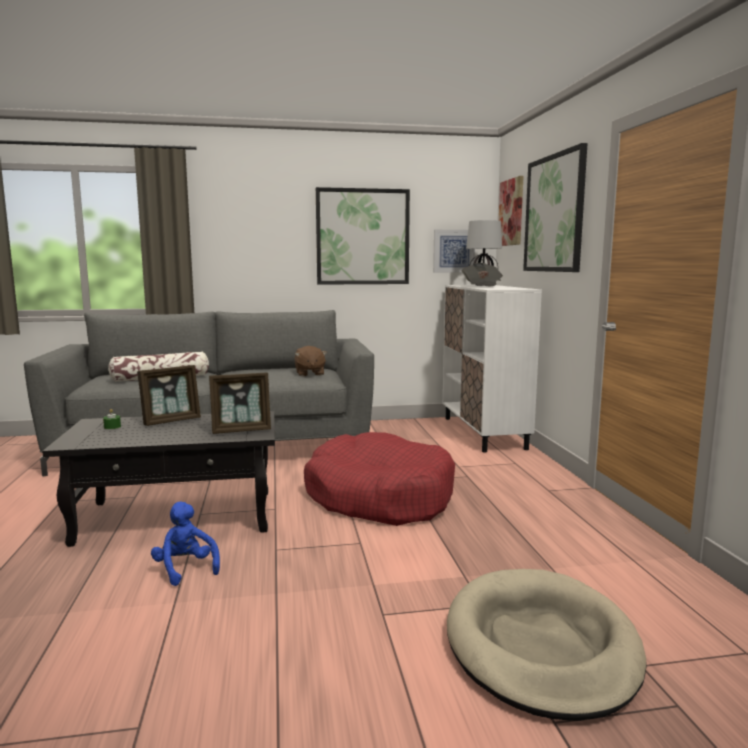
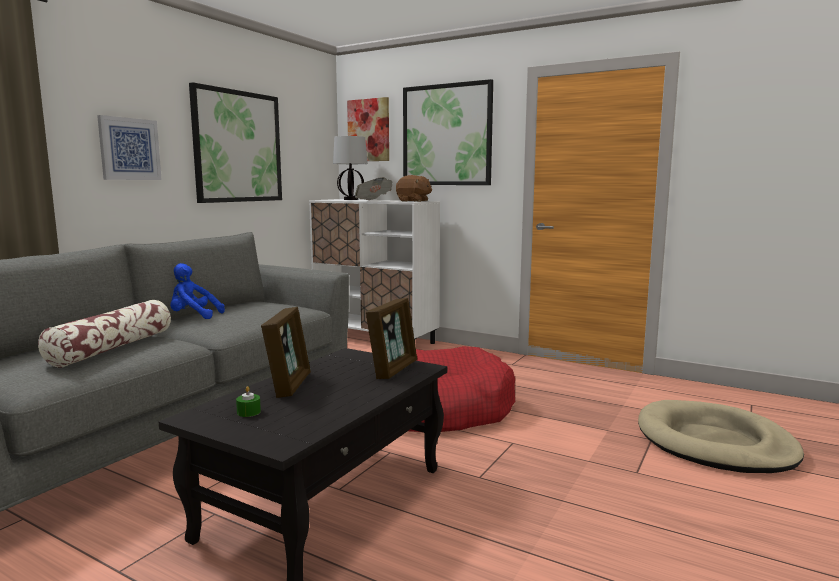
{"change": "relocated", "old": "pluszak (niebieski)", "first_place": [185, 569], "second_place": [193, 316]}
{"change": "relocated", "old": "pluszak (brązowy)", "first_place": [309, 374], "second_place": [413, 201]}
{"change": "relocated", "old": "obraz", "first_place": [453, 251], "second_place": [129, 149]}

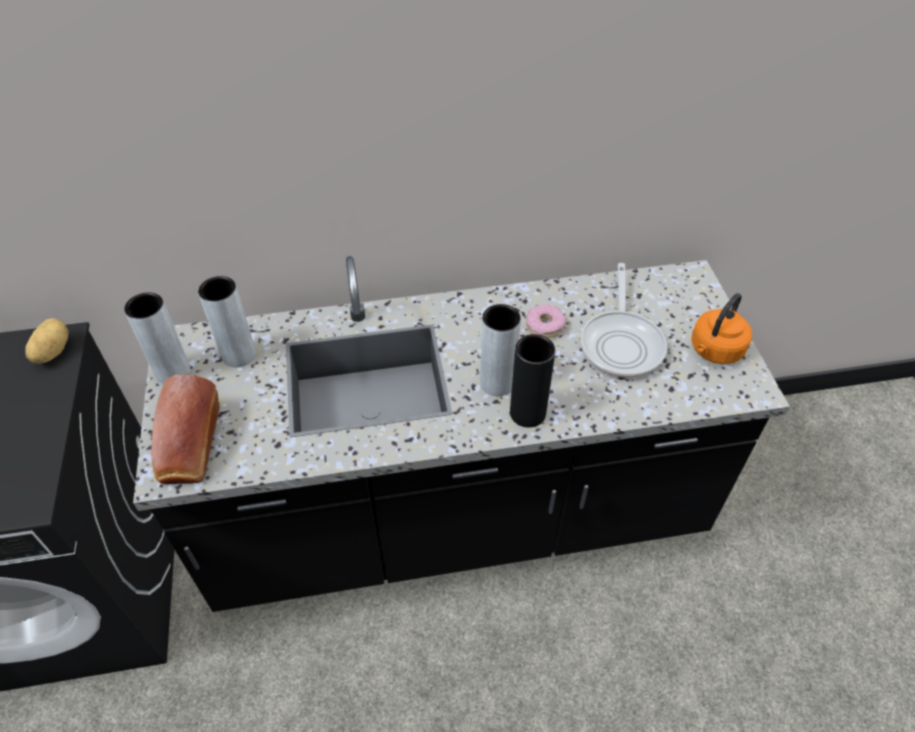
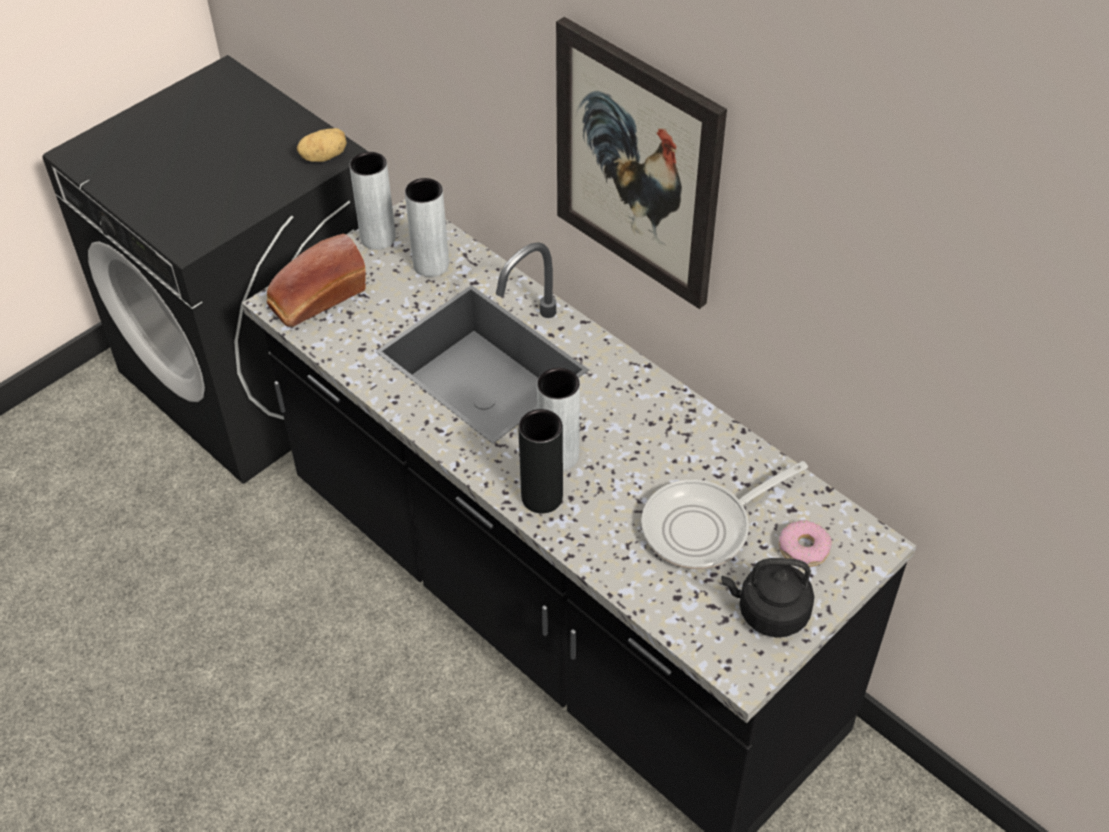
{"change": "appeared", "new": "obraz", "second_place": [637, 164]}
{"change": "relocated", "old": "donut", "first_place": [545, 326], "second_place": [803, 549]}
{"change": "colour", "old": "czajnik (pomarańczowy)", "new": "czajnik (czarny)", "first_place": [714, 351], "second_place": [769, 612]}

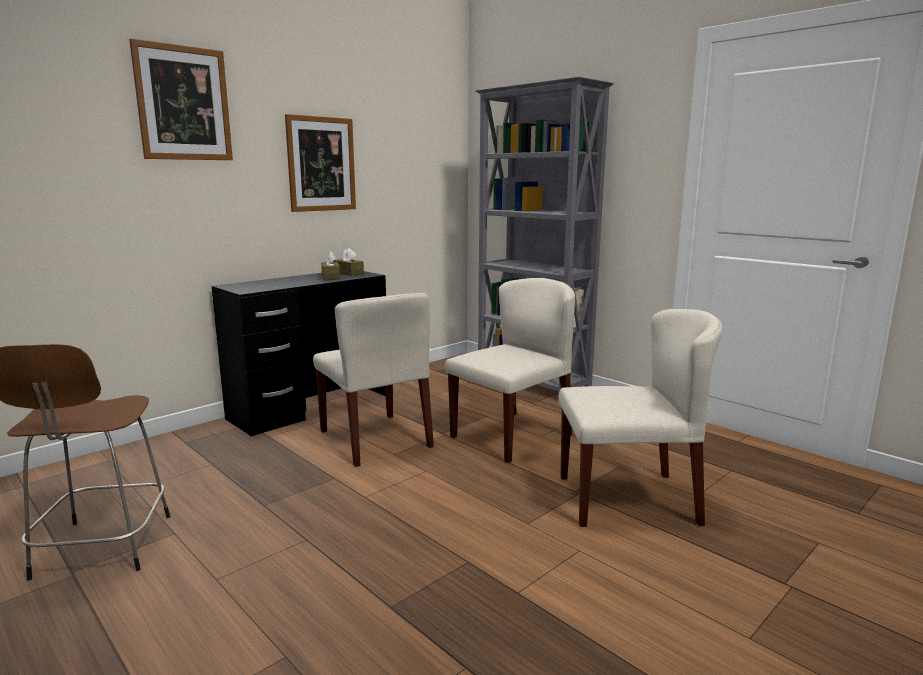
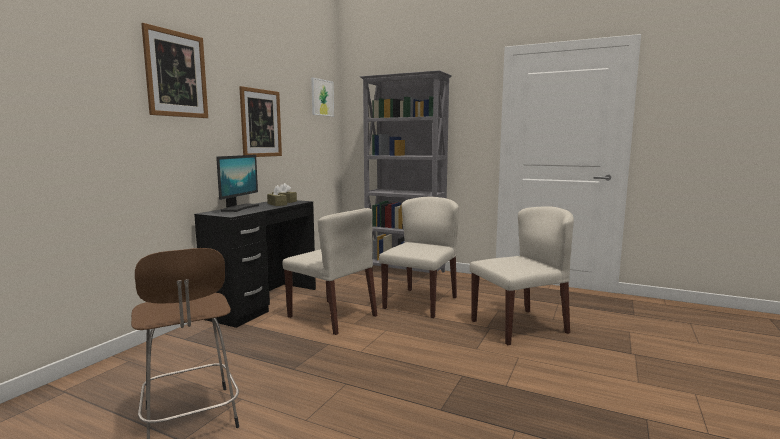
{"change": "appeared", "new": "monitor", "second_place": [239, 208]}
{"change": "appeared", "new": "obraz", "second_place": [322, 97]}

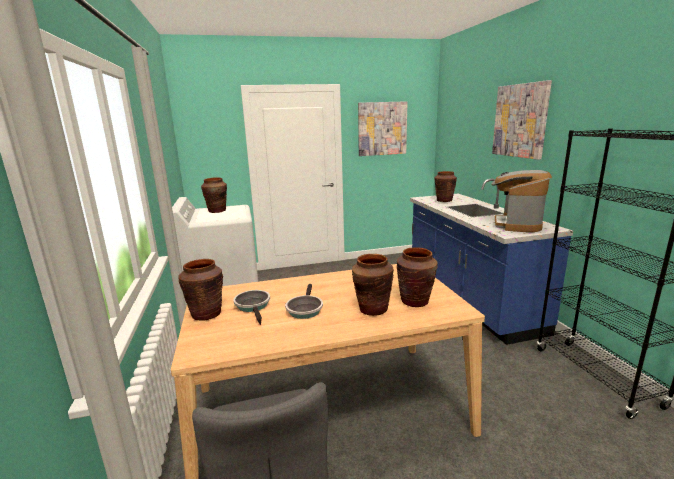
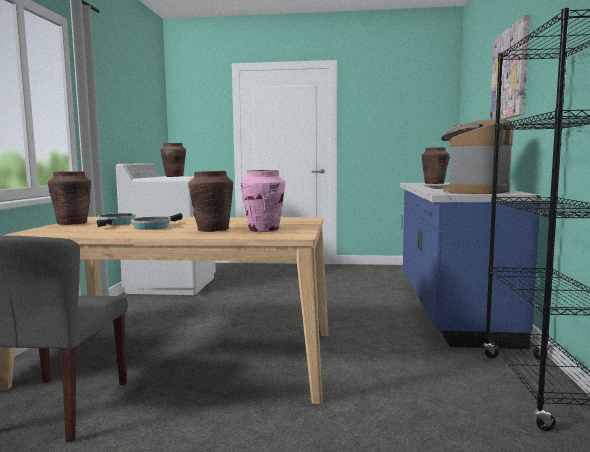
{"change": "missing", "old": "obraz", "first_place": [382, 128]}
{"change": "colour", "old": "wazon (brązowy)", "new": "wazon (różowy)", "first_place": [415, 301], "second_place": [264, 230]}

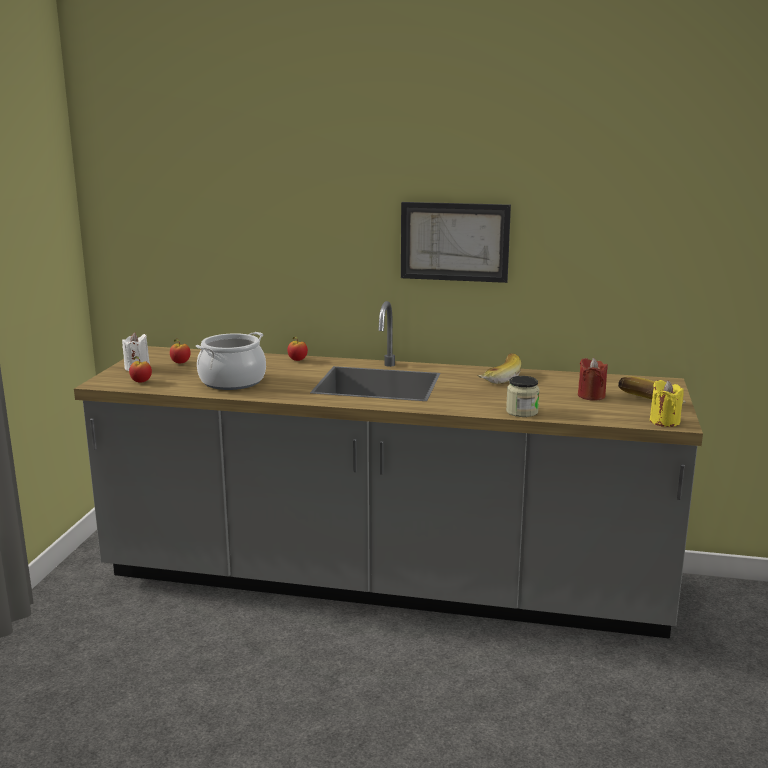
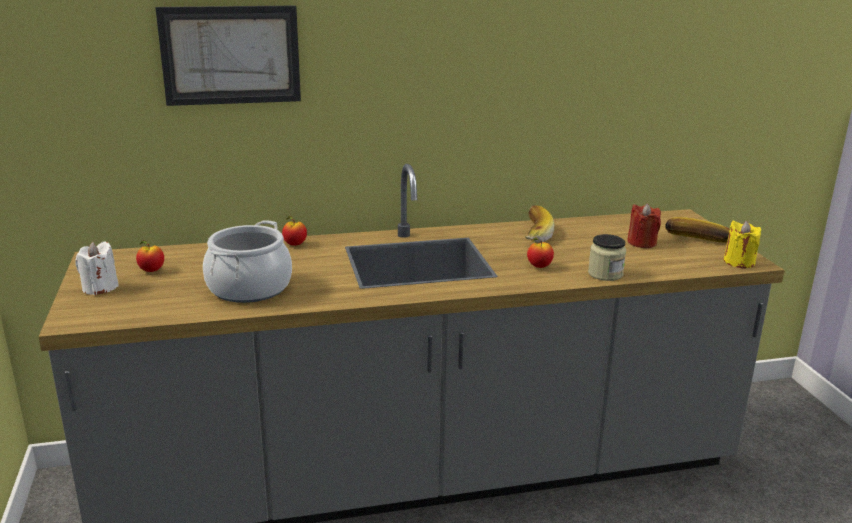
{"change": "relocated", "old": "jabłko", "first_place": [141, 382], "second_place": [539, 266]}
{"change": "relocated", "old": "obraz", "first_place": [454, 241], "second_place": [231, 55]}

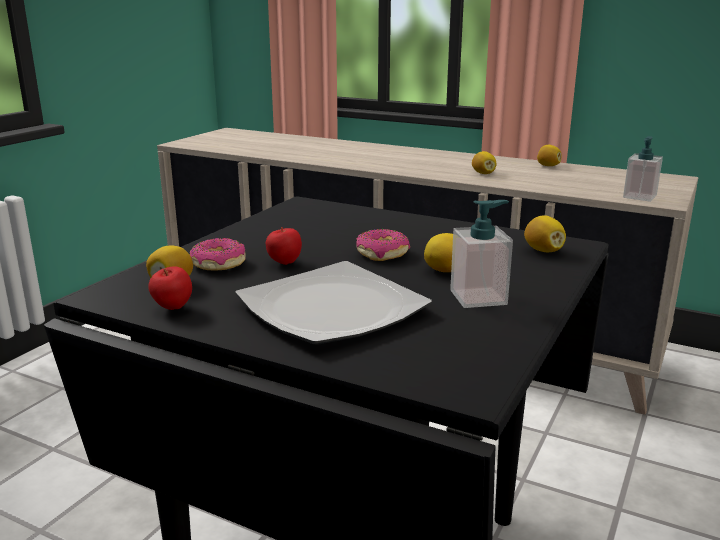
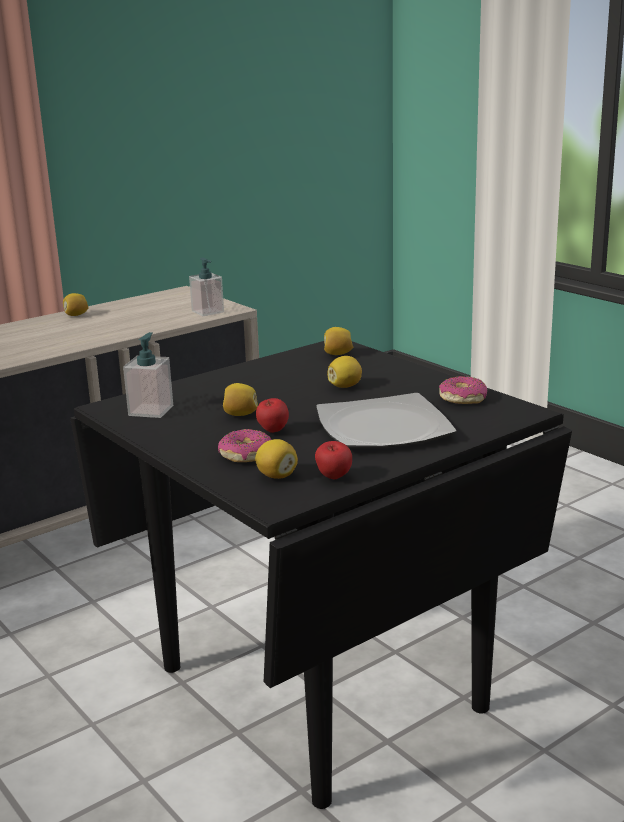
{"change": "relocated", "old": "donut", "first_place": [382, 253], "second_place": [462, 398]}
{"change": "relocated", "old": "dozownik mydła", "first_place": [478, 297], "second_place": [151, 410]}
{"change": "relocated", "old": "cytryna", "first_place": [483, 173], "second_place": [240, 415]}

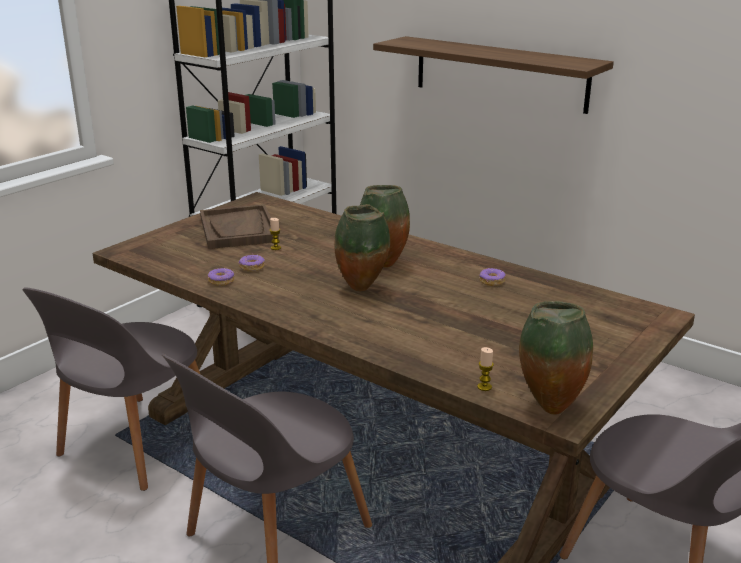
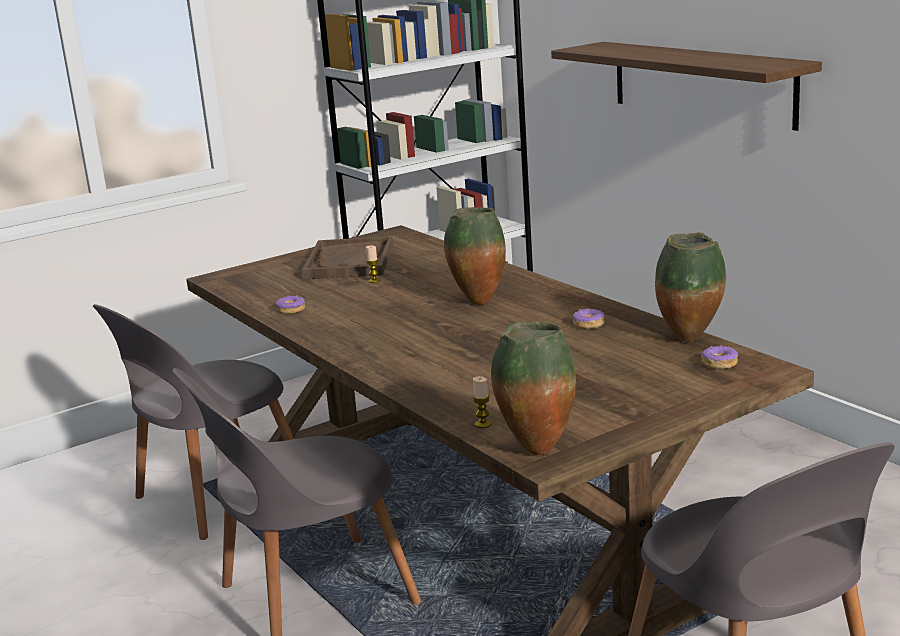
{"change": "relocated", "old": "donut", "first_place": [252, 267], "second_place": [719, 364]}
{"change": "relocated", "old": "wazon", "first_place": [362, 289], "second_place": [691, 339]}

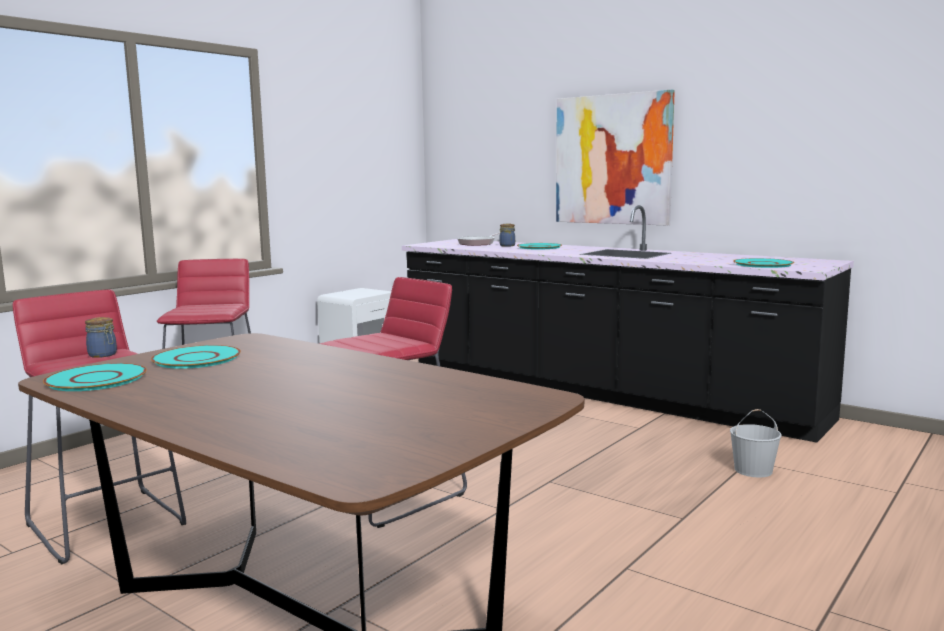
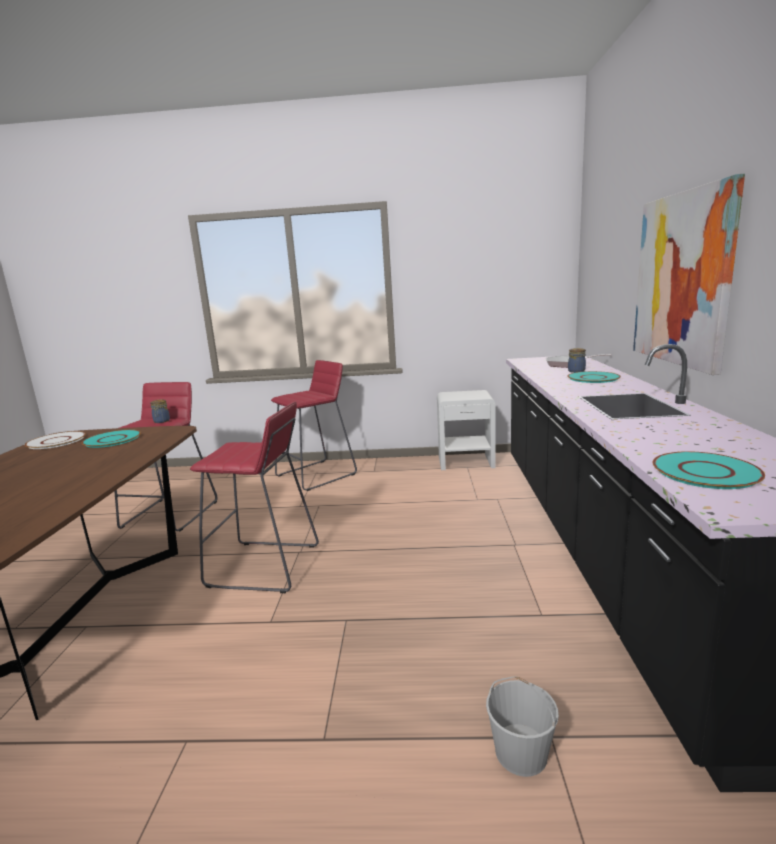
{"change": "colour", "old": "talerz (turkusowy)", "new": "talerz (biały)", "first_place": [97, 379], "second_place": [57, 441]}

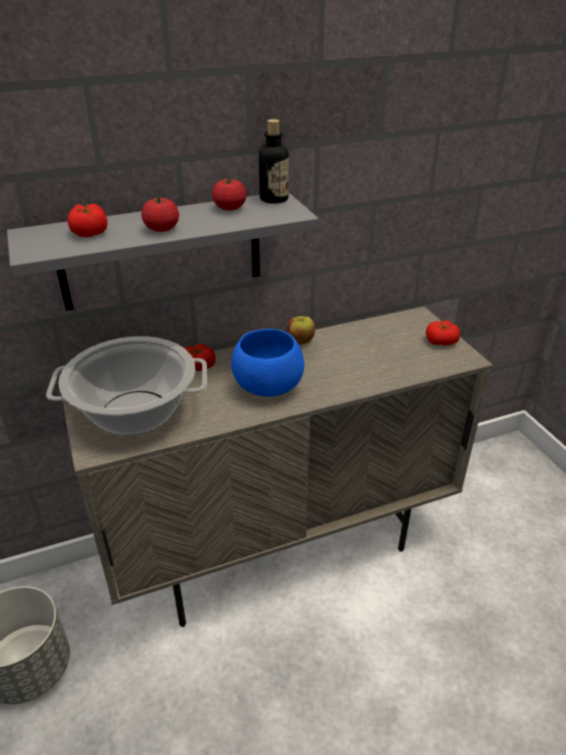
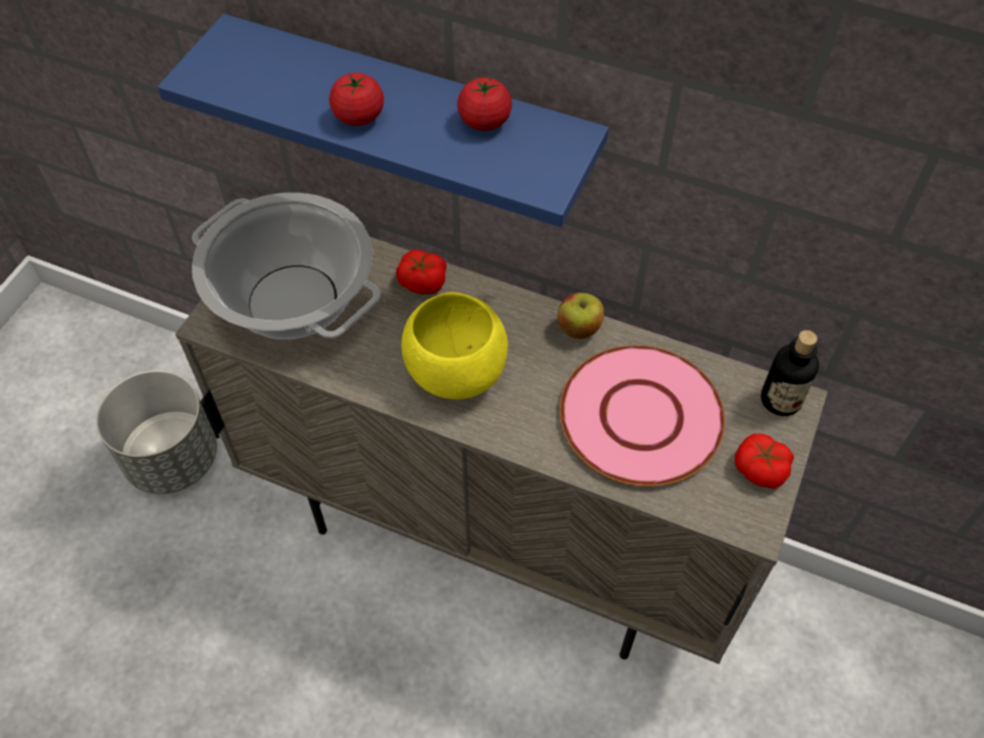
{"change": "missing", "old": "pomidor", "first_place": [89, 232]}
{"change": "appeared", "new": "talerz (różowy)", "second_place": [641, 415]}
{"change": "relocated", "old": "butelka", "first_place": [274, 199], "second_place": [780, 400]}
{"change": "colour", "old": "półka (szary)", "new": "półka (niebieski)", "first_place": [162, 251], "second_place": [411, 120]}
{"change": "colour", "old": "miska (niebieski)", "new": "miska (żółty)", "first_place": [268, 387], "second_place": [456, 371]}

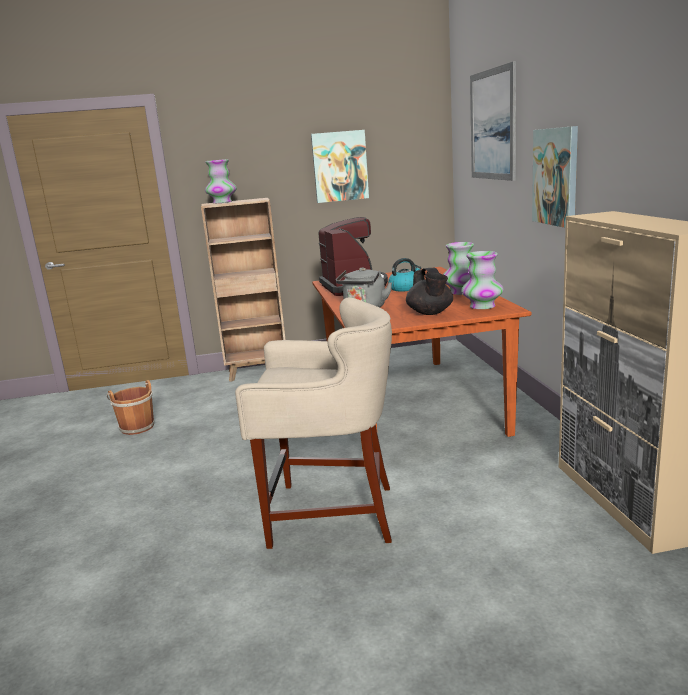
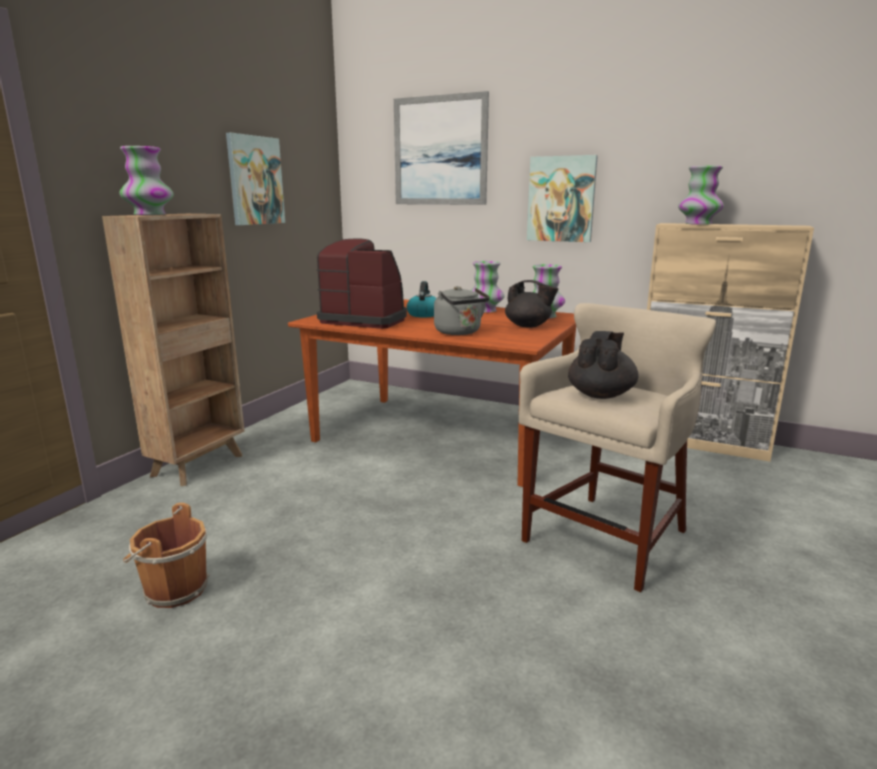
{"change": "appeared", "new": "imbryk (czarny)", "second_place": [600, 394]}
{"change": "appeared", "new": "wazon", "second_place": [698, 224]}

